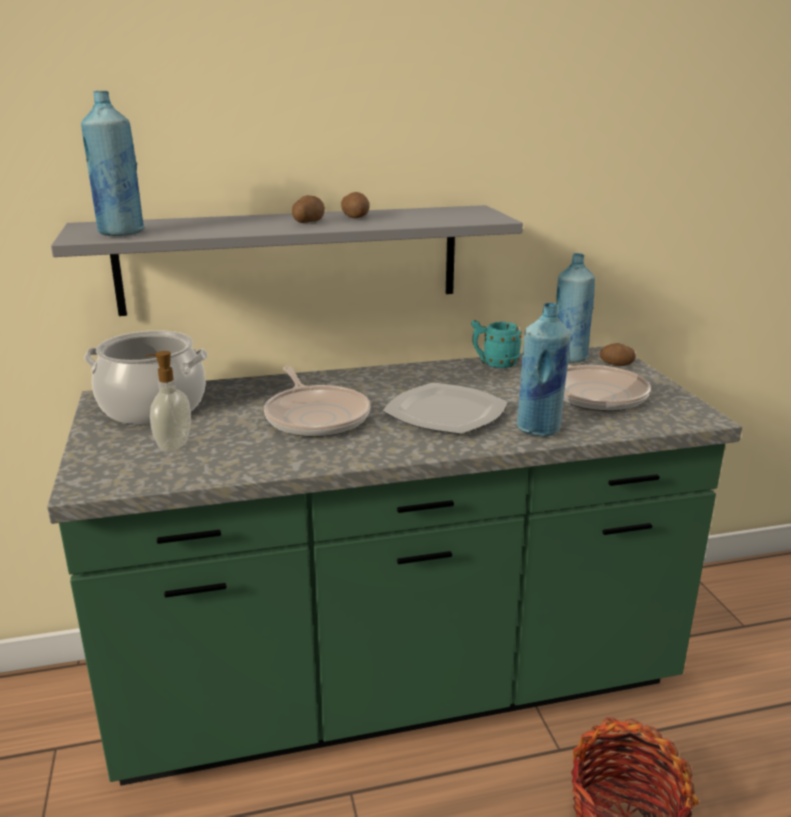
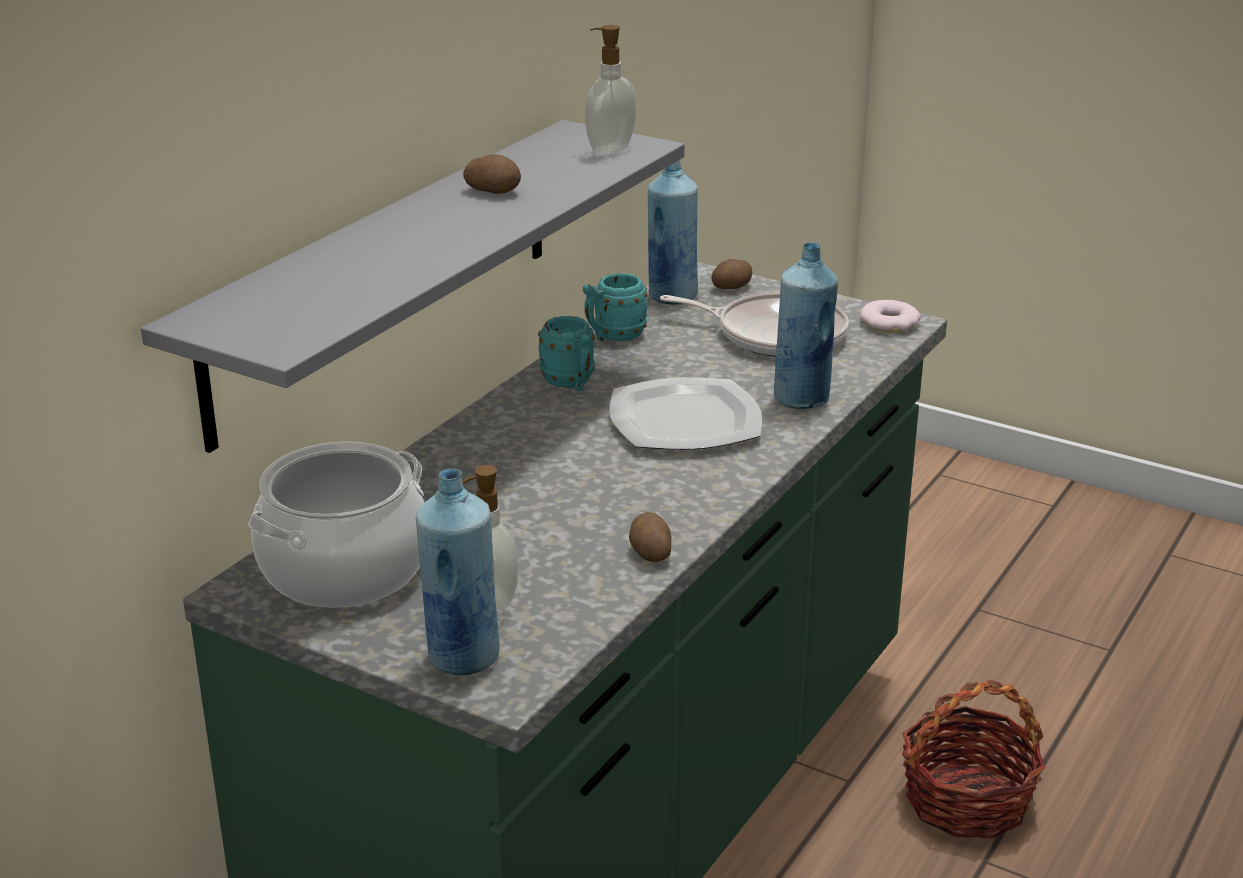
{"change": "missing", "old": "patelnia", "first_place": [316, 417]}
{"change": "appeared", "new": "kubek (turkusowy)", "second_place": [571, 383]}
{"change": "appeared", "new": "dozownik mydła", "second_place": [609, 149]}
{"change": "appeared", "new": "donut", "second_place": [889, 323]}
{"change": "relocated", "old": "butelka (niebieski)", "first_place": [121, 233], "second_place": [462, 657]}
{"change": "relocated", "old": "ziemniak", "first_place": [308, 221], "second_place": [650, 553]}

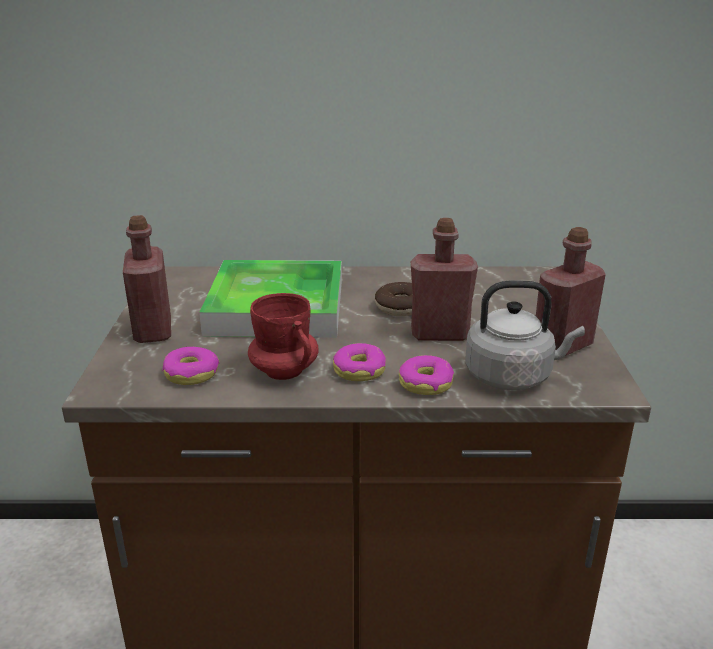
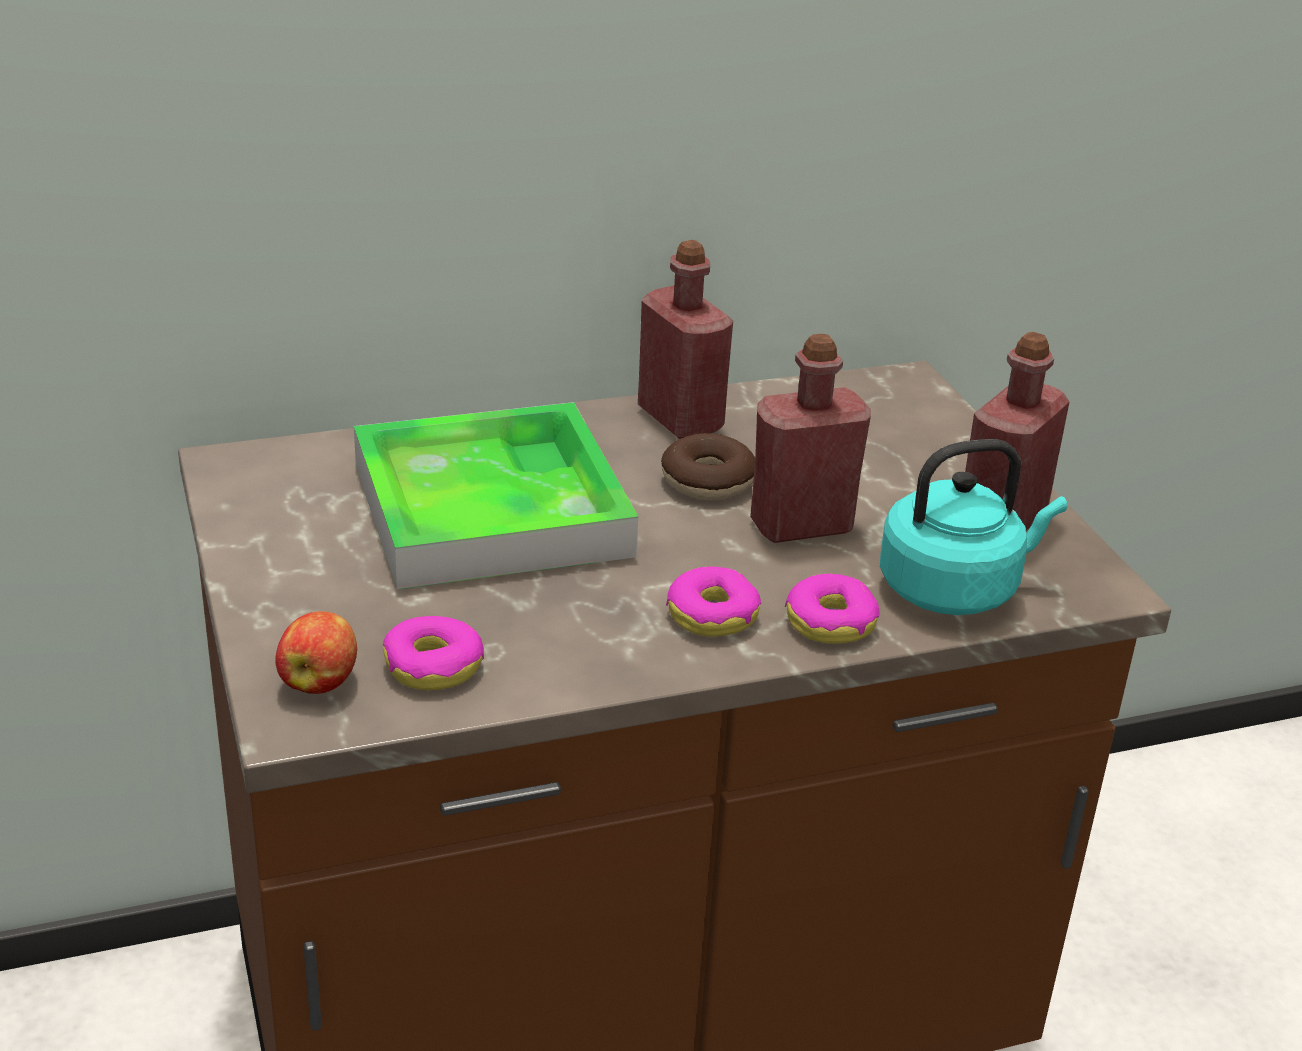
{"change": "missing", "old": "kubek (czerwony)", "first_place": [284, 371]}
{"change": "appeared", "new": "jabłko", "second_place": [320, 682]}
{"change": "relocated", "old": "butelka (czerwony)", "first_place": [153, 330], "second_place": [680, 419]}
{"change": "colour", "old": "czajnik (szary)", "new": "czajnik (turkusowy)", "first_place": [512, 376], "second_place": [955, 588]}

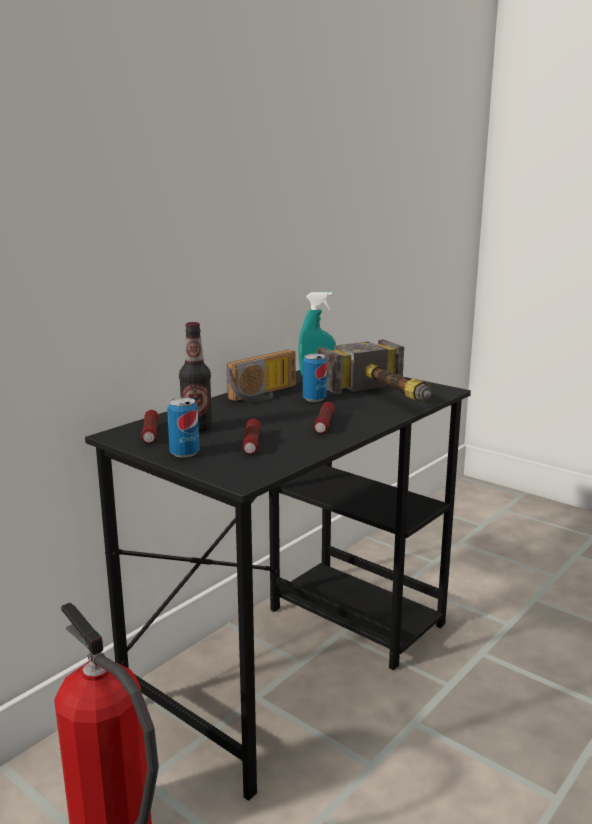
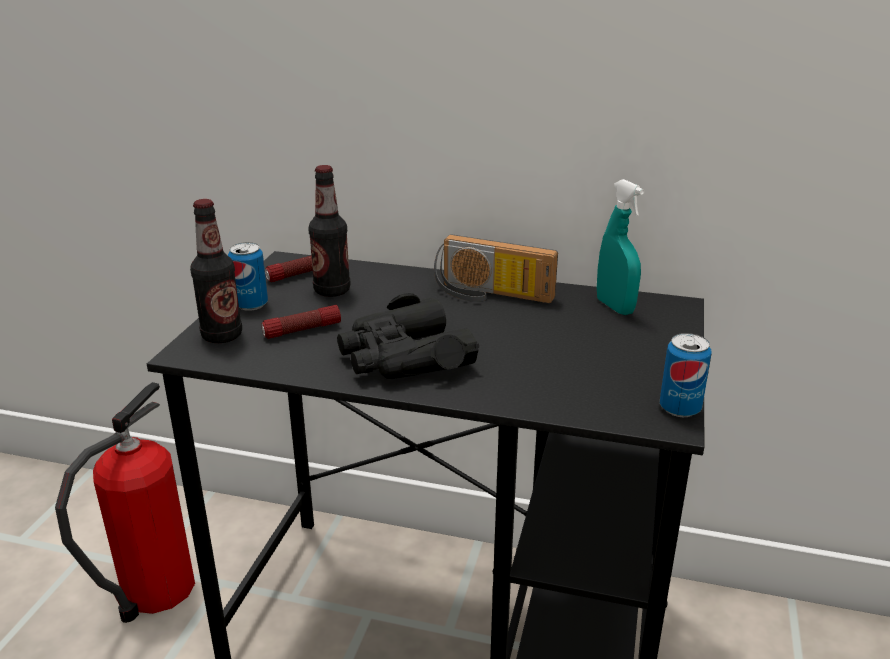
{"change": "missing", "old": "młotek", "first_place": [386, 396]}
{"change": "appeared", "new": "butelka", "second_place": [222, 336]}
{"change": "relocated", "old": "puszka", "first_place": [314, 399], "second_place": [680, 408]}
{"change": "exchanged", "old": "latarka", "new": "lornetka (czarny)", "first_place": [324, 424], "second_place": [404, 357]}

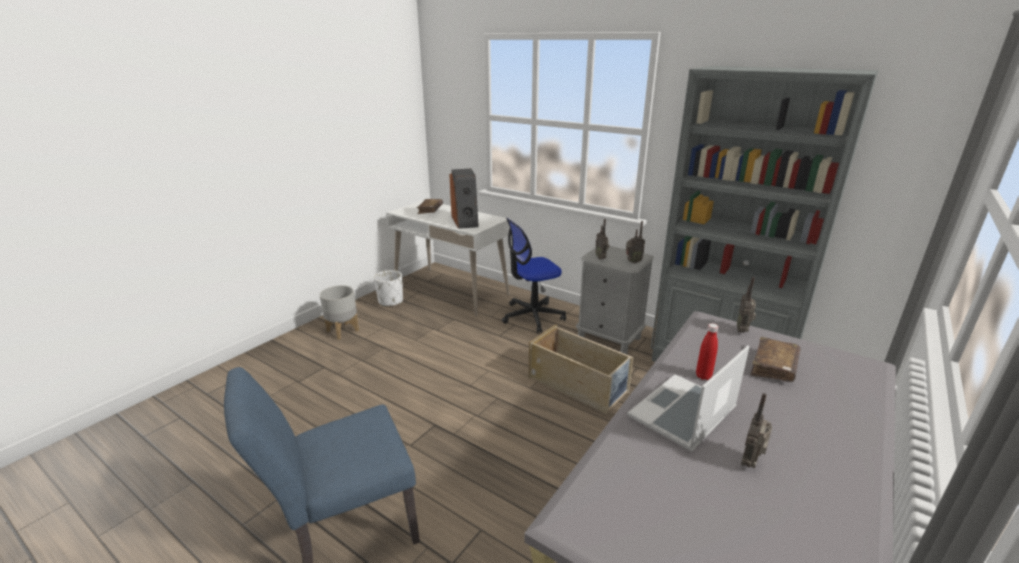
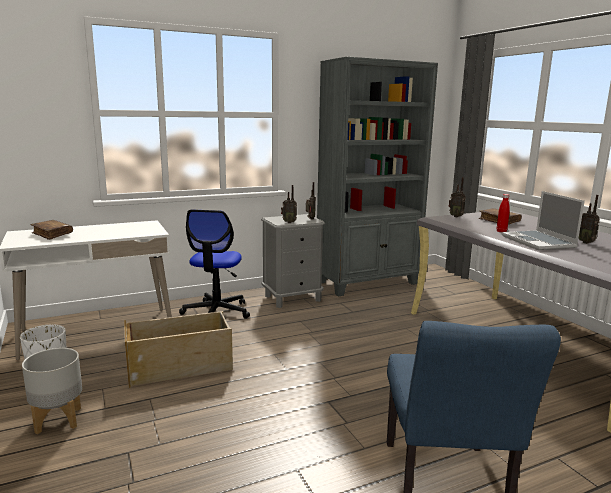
{"change": "missing", "old": "głośnik", "first_place": [465, 221]}
{"change": "relocated", "old": "pojemnik do przechowywania (beżowy)", "first_place": [578, 385], "second_place": [180, 366]}

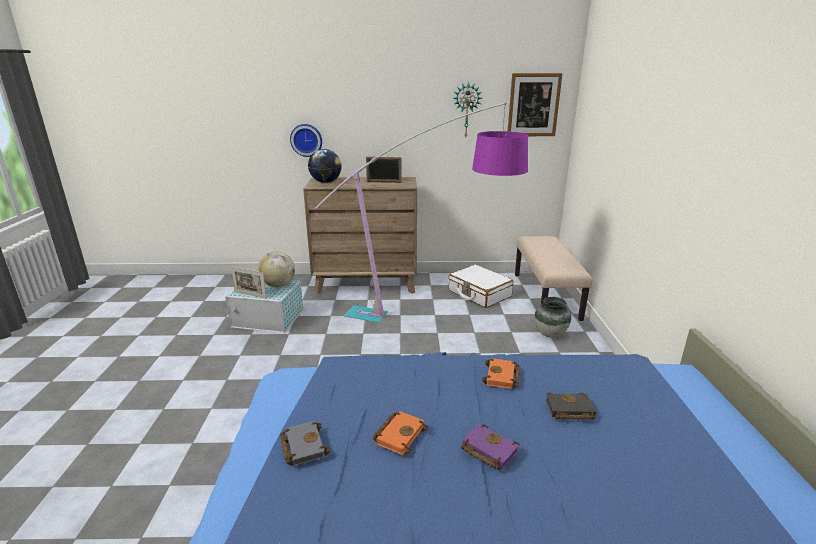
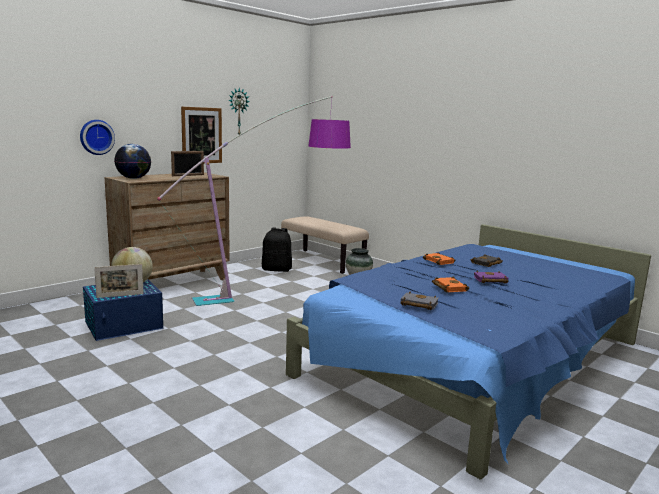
{"change": "relocated", "old": "obraz", "first_place": [533, 105], "second_place": [201, 135]}
{"change": "exchanged", "old": "walizka (biały)", "new": "plecak (czarny)", "first_place": [479, 293], "second_place": [277, 269]}
{"change": "colour", "old": "pojemnik do przechowywania (biały)", "new": "pojemnik do przechowywania (niebieski)", "first_place": [269, 318], "second_place": [125, 325]}

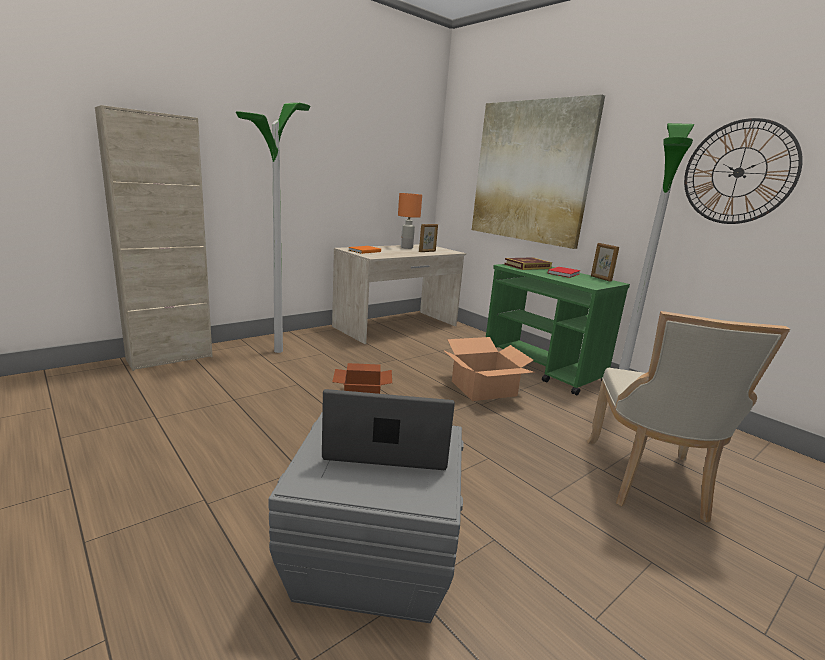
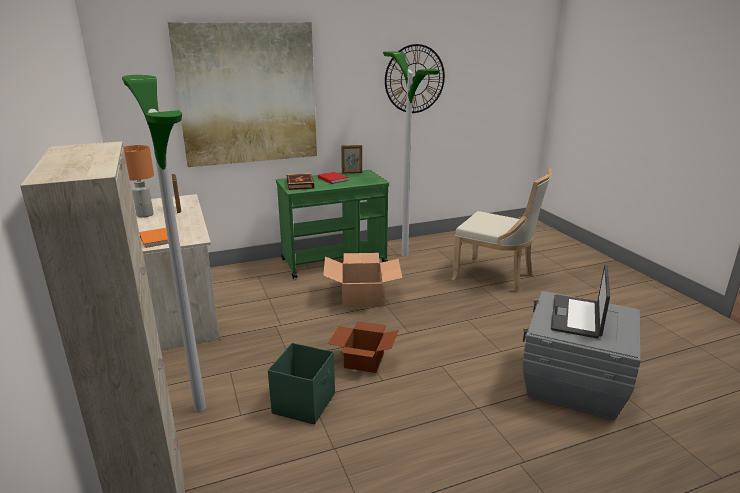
{"change": "appeared", "new": "pojemnik do przechowywania (zielony)", "second_place": [305, 403]}

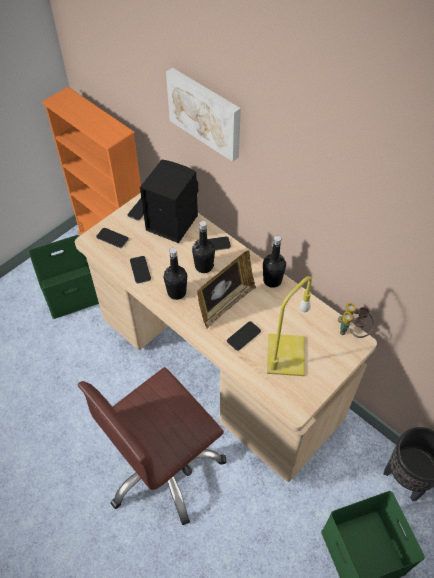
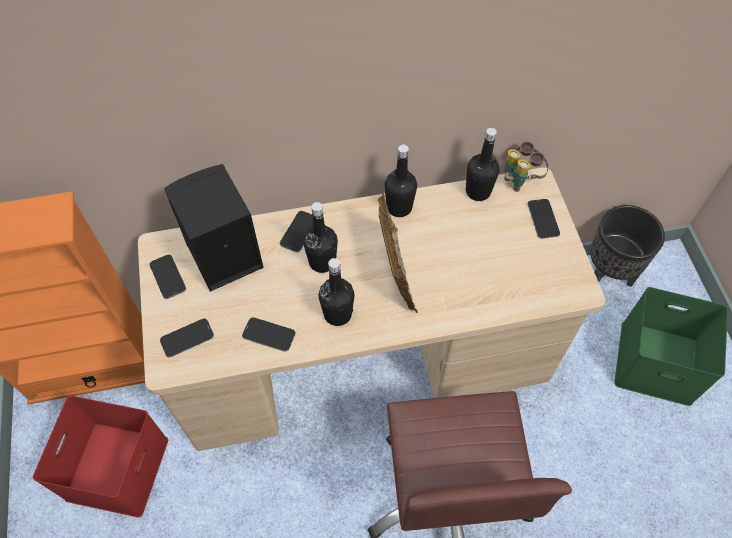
{"change": "missing", "old": "obraz", "first_place": [206, 112]}
{"change": "missing", "old": "lampa stołowa (żółty)", "first_place": [286, 356]}
{"change": "appeared", "new": "butelka (czarny)", "second_place": [478, 191]}
{"change": "relocated", "old": "telefon", "first_place": [243, 336], "second_place": [543, 219]}
{"change": "colour", "old": "pojemnik do przechowywania (zielony)", "new": "pojemnik do przechowywania (czerwony)", "first_place": [71, 290], "second_place": [116, 466]}

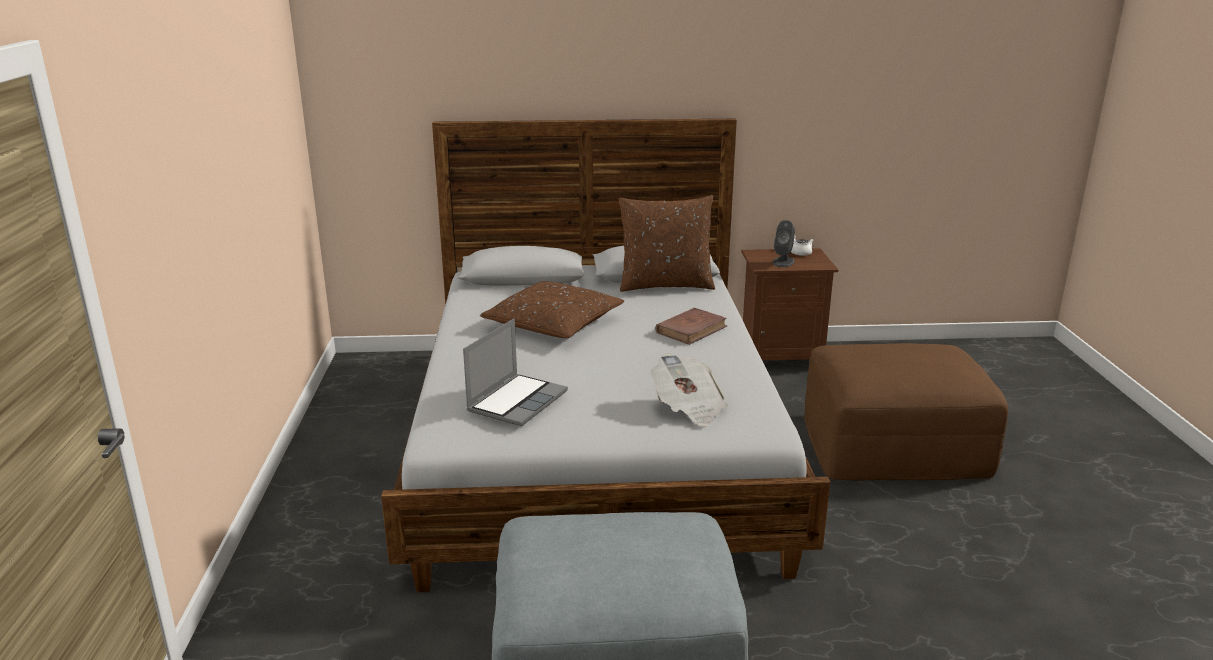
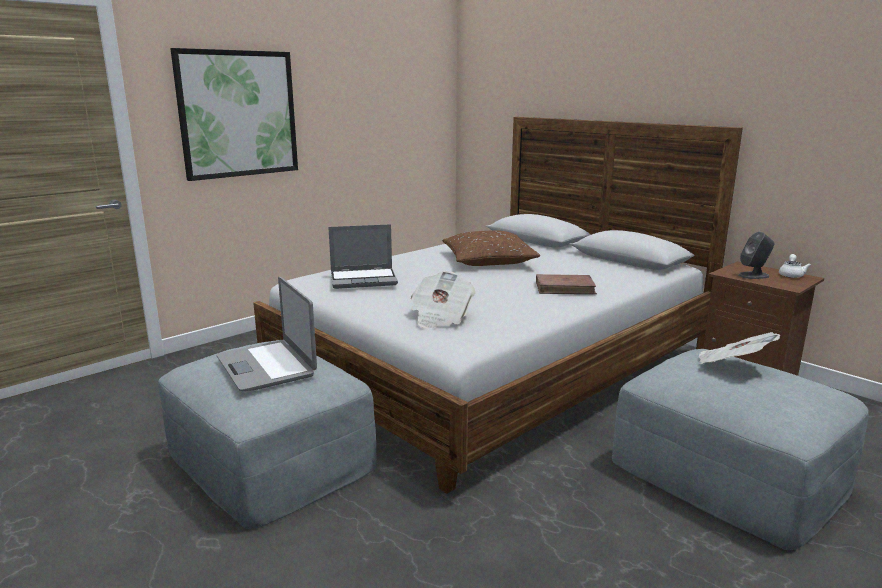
{"change": "missing", "old": "poduszka (brązowy)", "first_place": [665, 285]}
{"change": "appeared", "new": "obraz", "second_place": [238, 114]}
{"change": "appeared", "new": "laptop", "second_place": [267, 366]}
{"change": "appeared", "new": "gazeta", "second_place": [732, 366]}
{"change": "colour", "old": "pufa (brązowy)", "new": "pufa (szary)", "first_place": [894, 444], "second_place": [729, 473]}

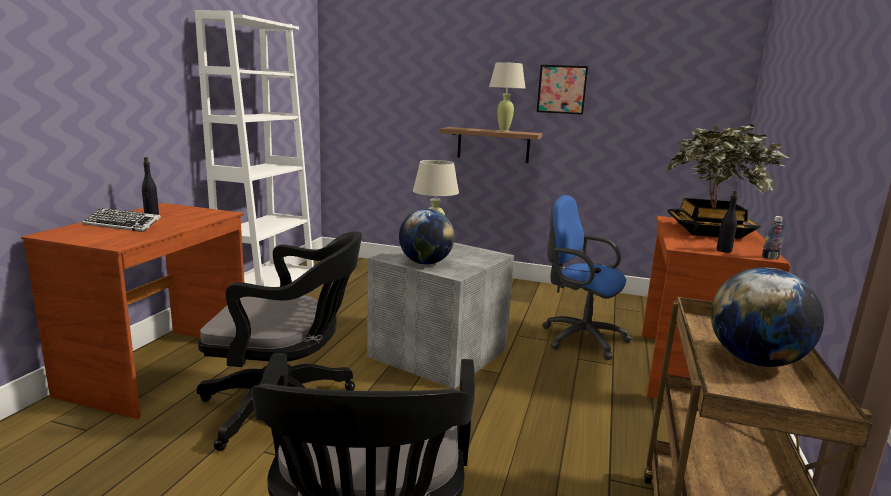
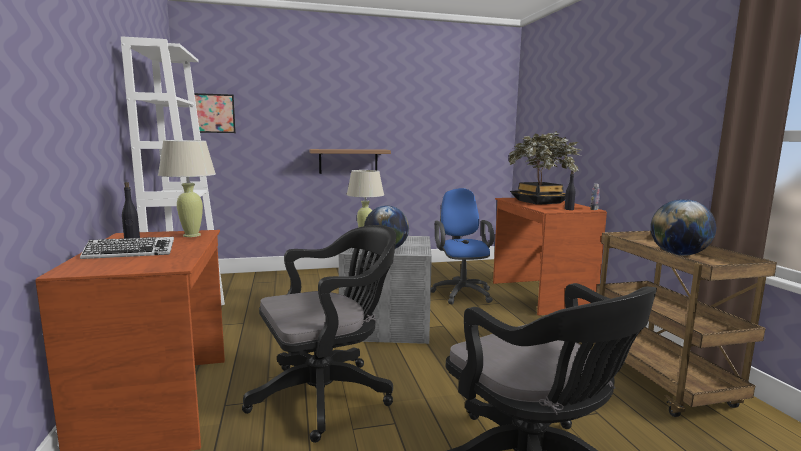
{"change": "relocated", "old": "lampa stołowa (beżowy)", "first_place": [503, 131], "second_place": [191, 235]}
{"change": "relocated", "old": "obraz", "first_place": [562, 89], "second_place": [214, 113]}
{"change": "spun", "old": "krzesło biurowe (niebieski)", "first_place": [579, 338], "second_place": [461, 293], "degrees": 75}

